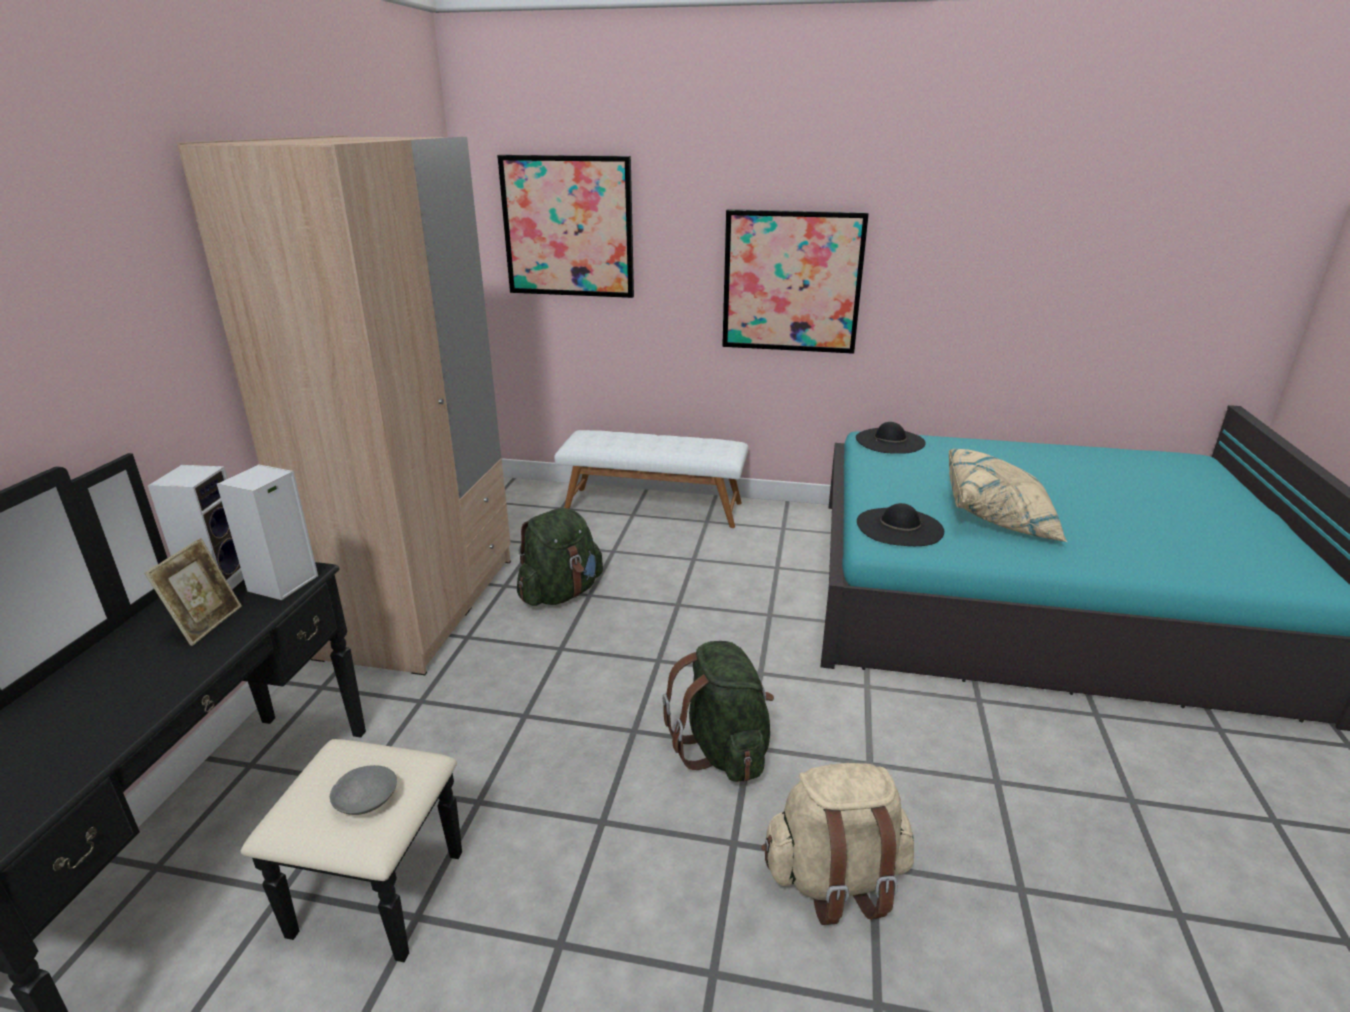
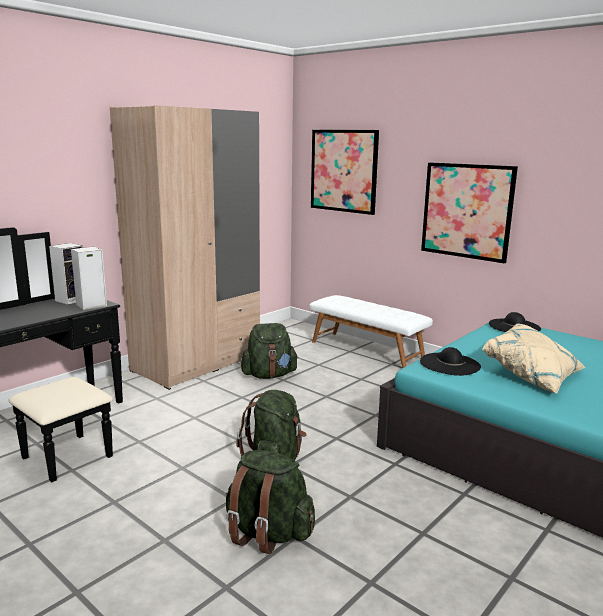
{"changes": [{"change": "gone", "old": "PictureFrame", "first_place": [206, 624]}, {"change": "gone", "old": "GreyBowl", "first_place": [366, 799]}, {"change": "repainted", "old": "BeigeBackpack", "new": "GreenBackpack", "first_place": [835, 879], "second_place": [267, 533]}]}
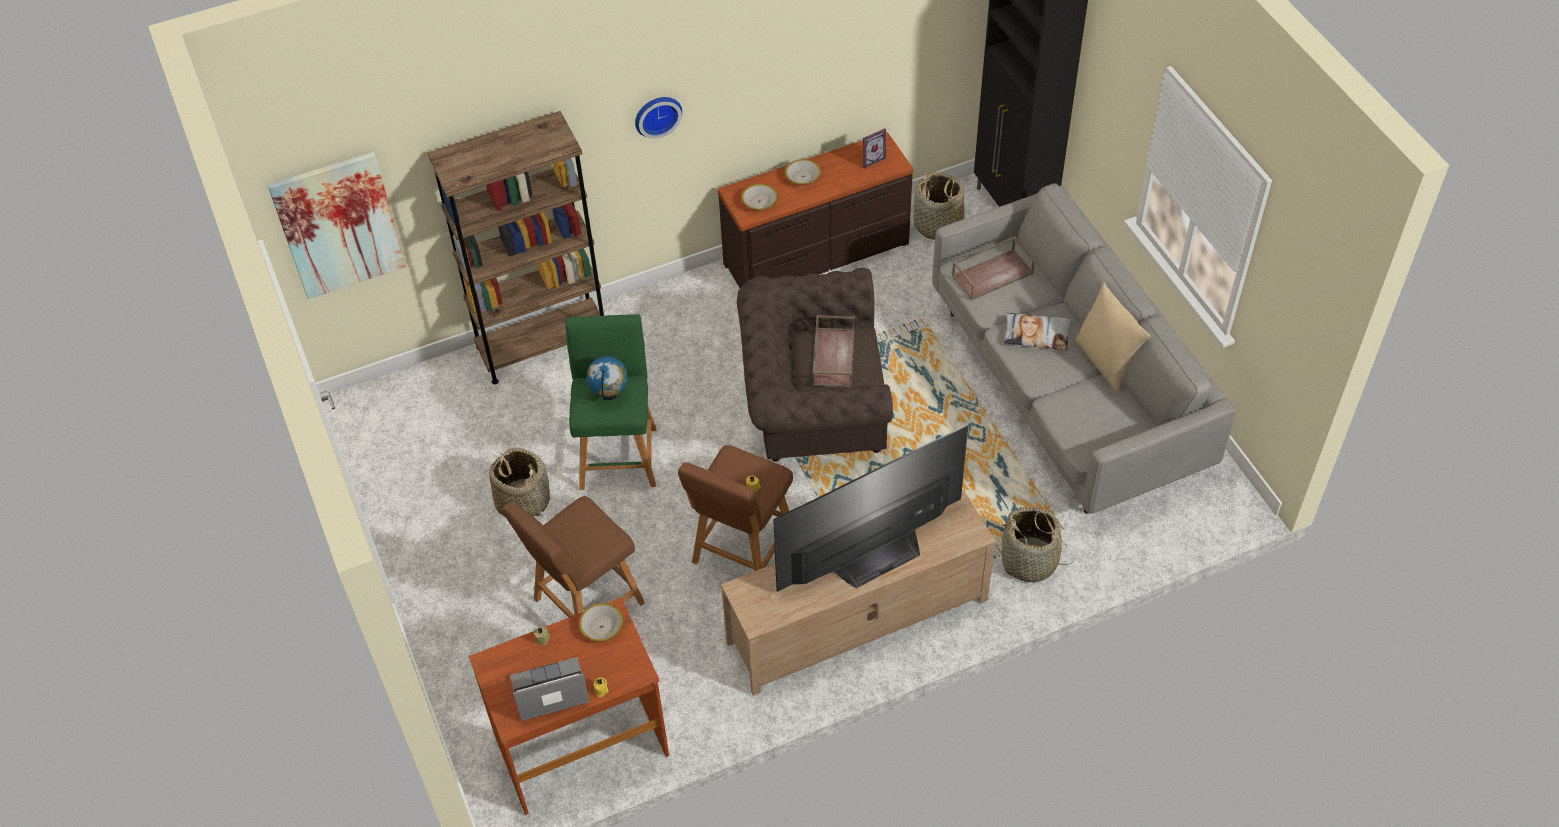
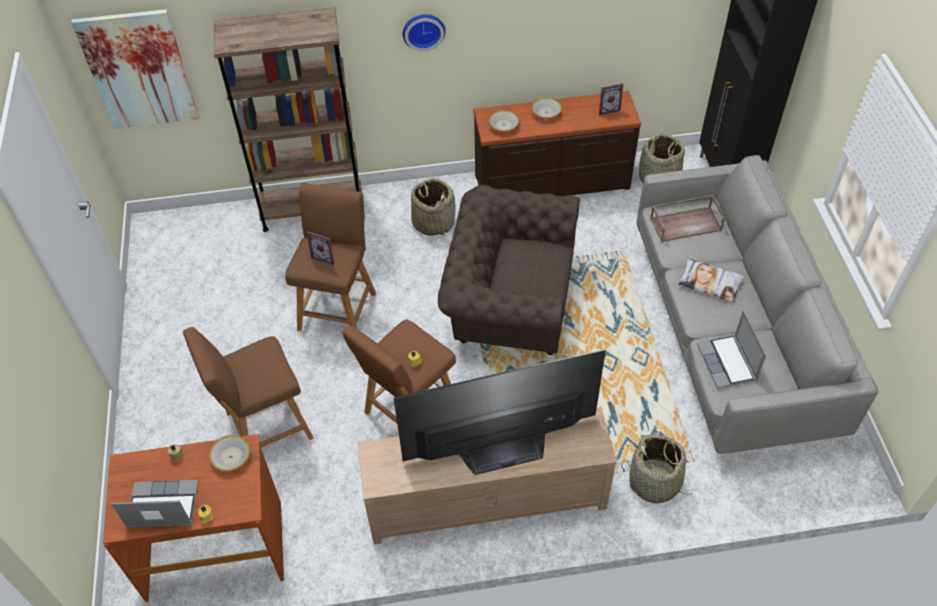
{"changes": [{"change": "gone", "old": "BrownTray", "first_place": [832, 357]}, {"change": "gone", "old": "BeigePillow", "first_place": [1105, 362]}, {"change": "new", "new": "Laptop", "second_place": [727, 363]}, {"change": "shifted", "old": "Basket", "first_place": [522, 500], "second_place": [433, 222]}, {"change": "swapped", "old": "Globe", "new": "PictureFrame", "first_place": [610, 395], "second_place": [325, 256]}, {"change": "repainted", "old": "GreenStool", "new": "BrownStool", "first_place": [618, 454], "second_place": [338, 308]}]}
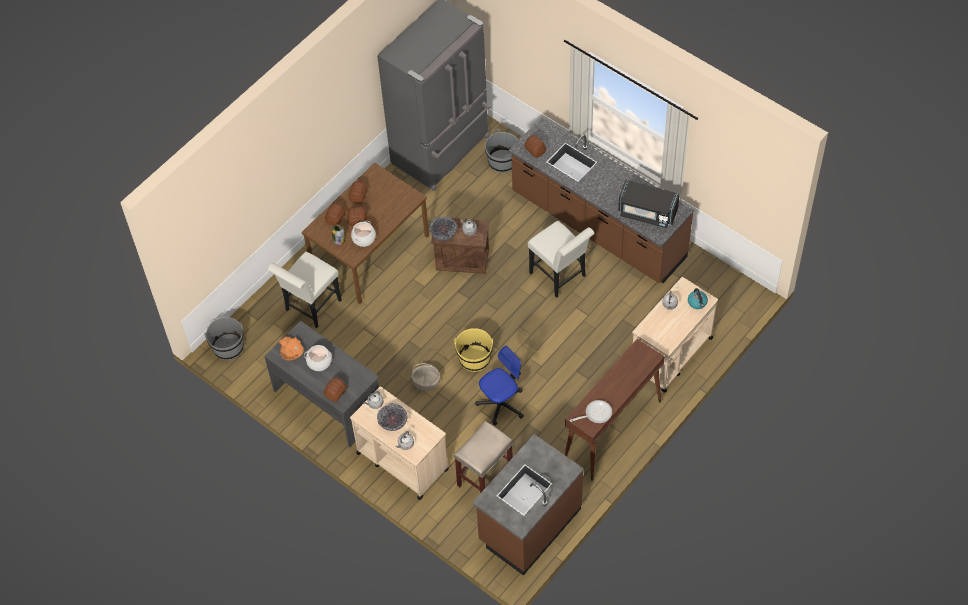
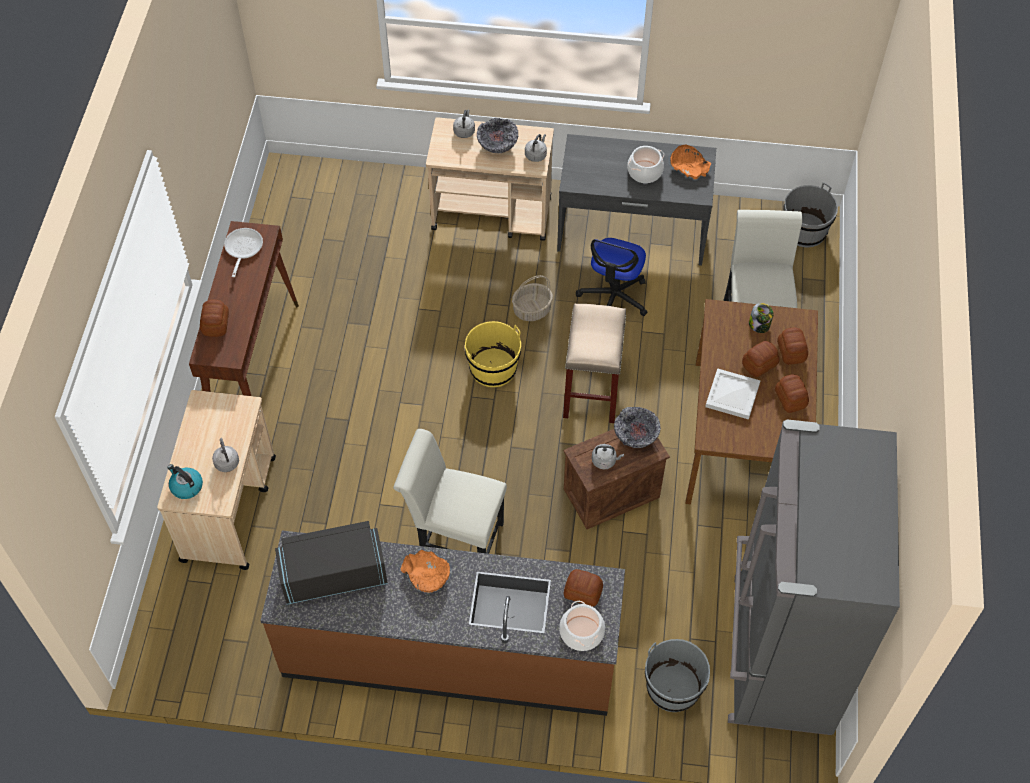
{"changes": [{"change": "gone", "old": "BrownCounter", "first_place": [529, 525]}, {"change": "new", "new": "OrangeBowl", "second_place": [426, 575]}, {"change": "new", "new": "WhiteTray", "second_place": [733, 395]}, {"change": "shifted", "old": "Bread", "first_place": [335, 392], "second_place": [216, 323]}, {"change": "shifted", "old": "CookingPot", "first_place": [363, 238], "second_place": [582, 633]}, {"change": "shifted", "old": "BeigeStool", "first_place": [485, 478], "second_place": [592, 393]}, {"change": "shifted", "old": "OfficeChair", "first_place": [501, 404], "second_place": [614, 297]}, {"change": "rotated", "old": "FryingPan", "first_place": [596, 414], "second_place": [243, 249], "degrees": 150}]}
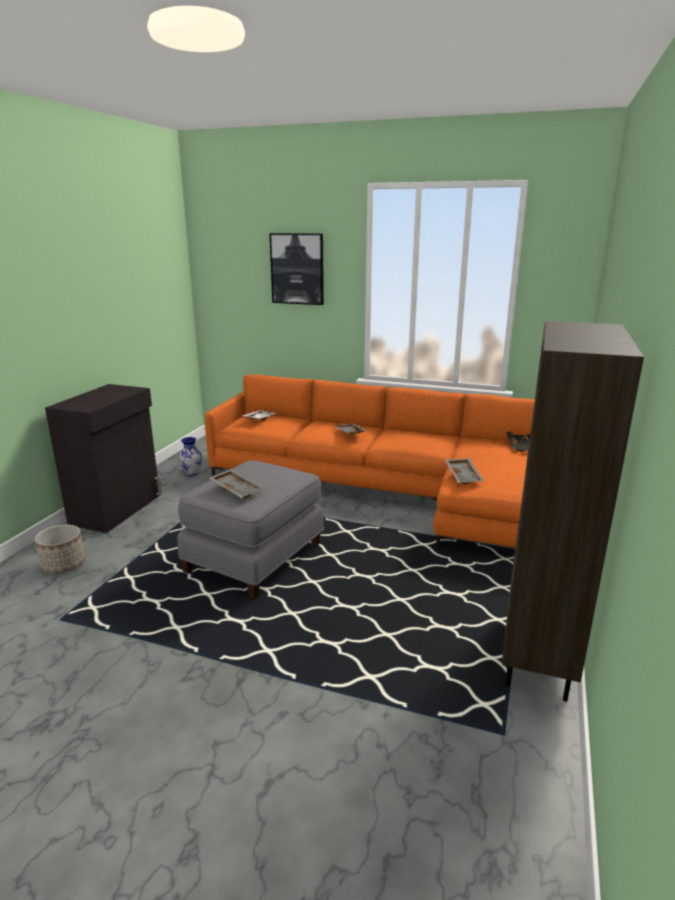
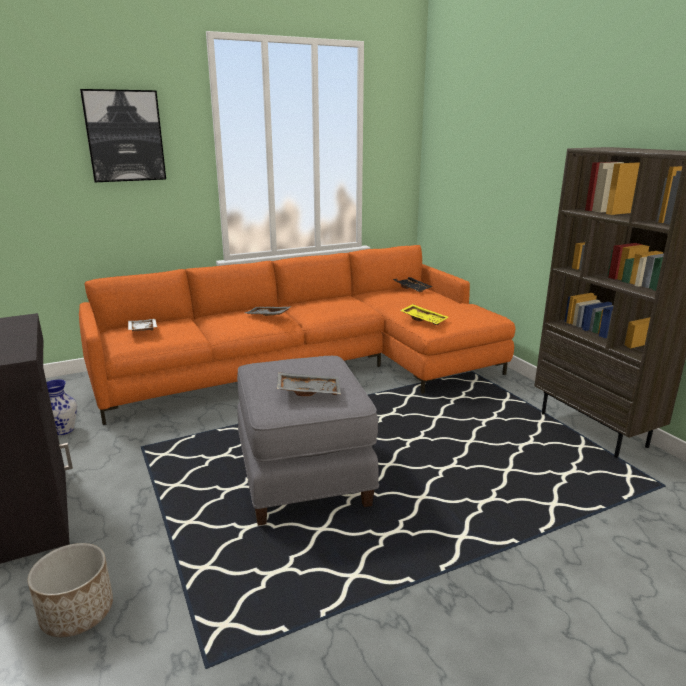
{"changes": [{"change": "repainted", "old": "GreyTray", "new": "YellowTray", "first_place": [464, 476], "second_place": [424, 319]}]}
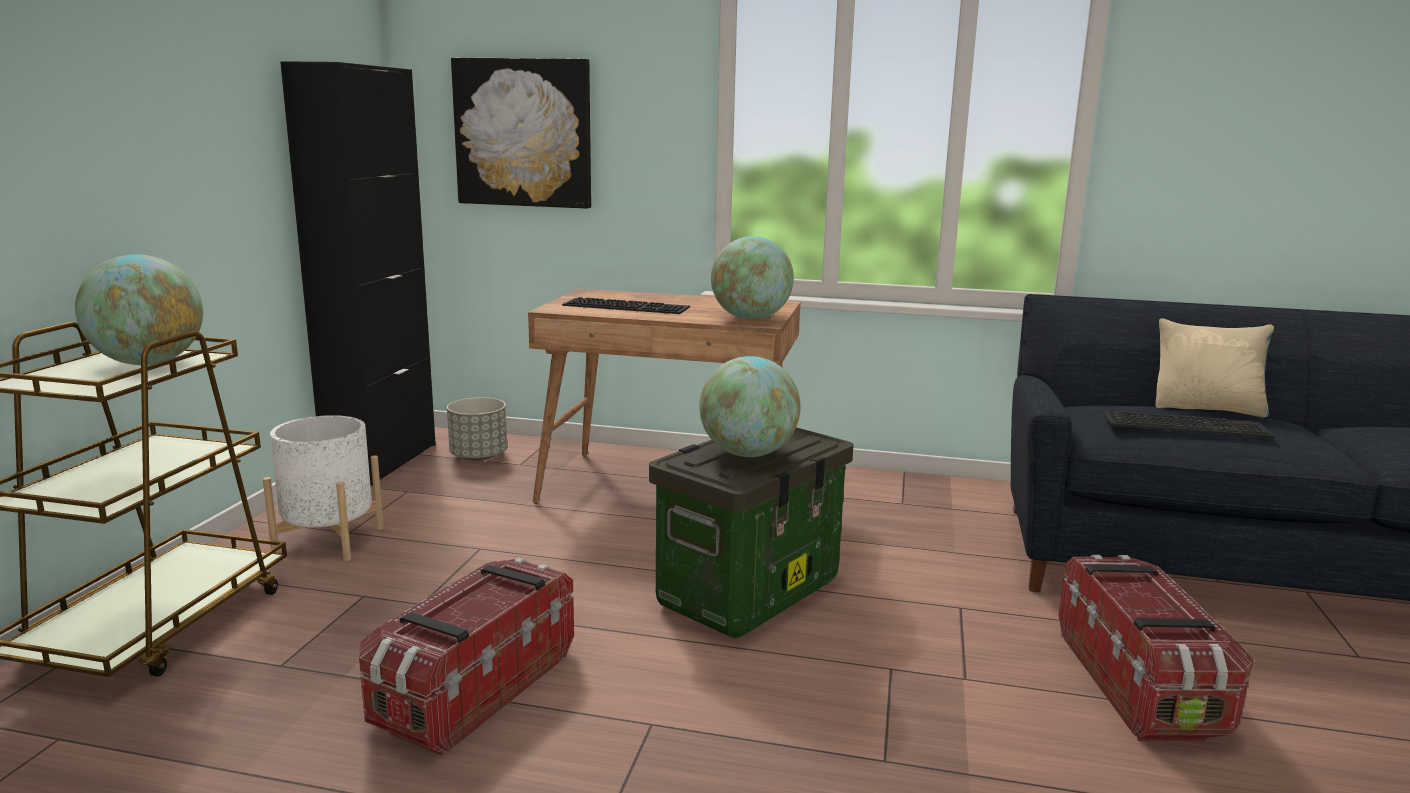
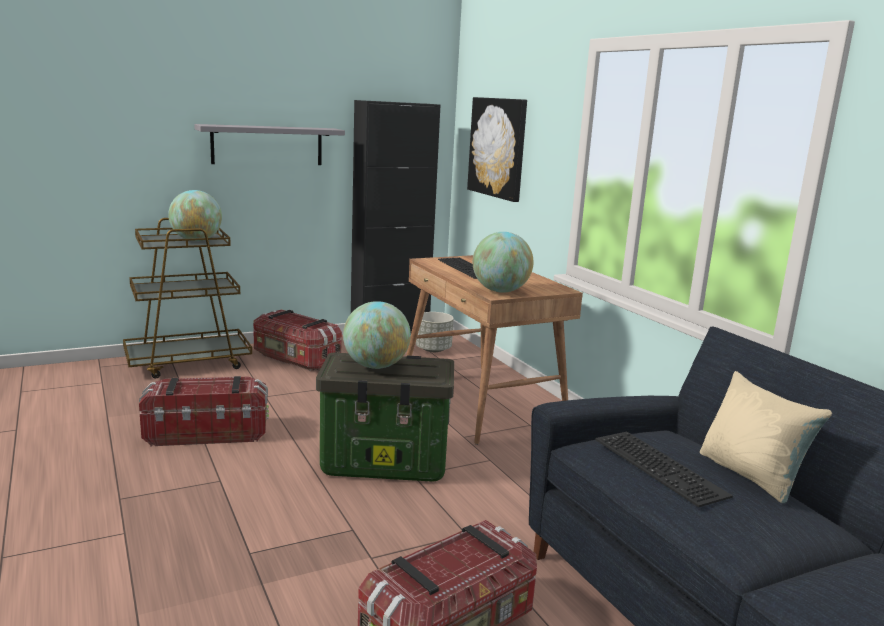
{"changes": [{"change": "new", "new": "GreyShelf", "second_place": [267, 145]}, {"change": "swapped", "old": "WhitePlanter", "new": "StorageBox", "first_place": [329, 541], "second_place": [295, 359]}]}
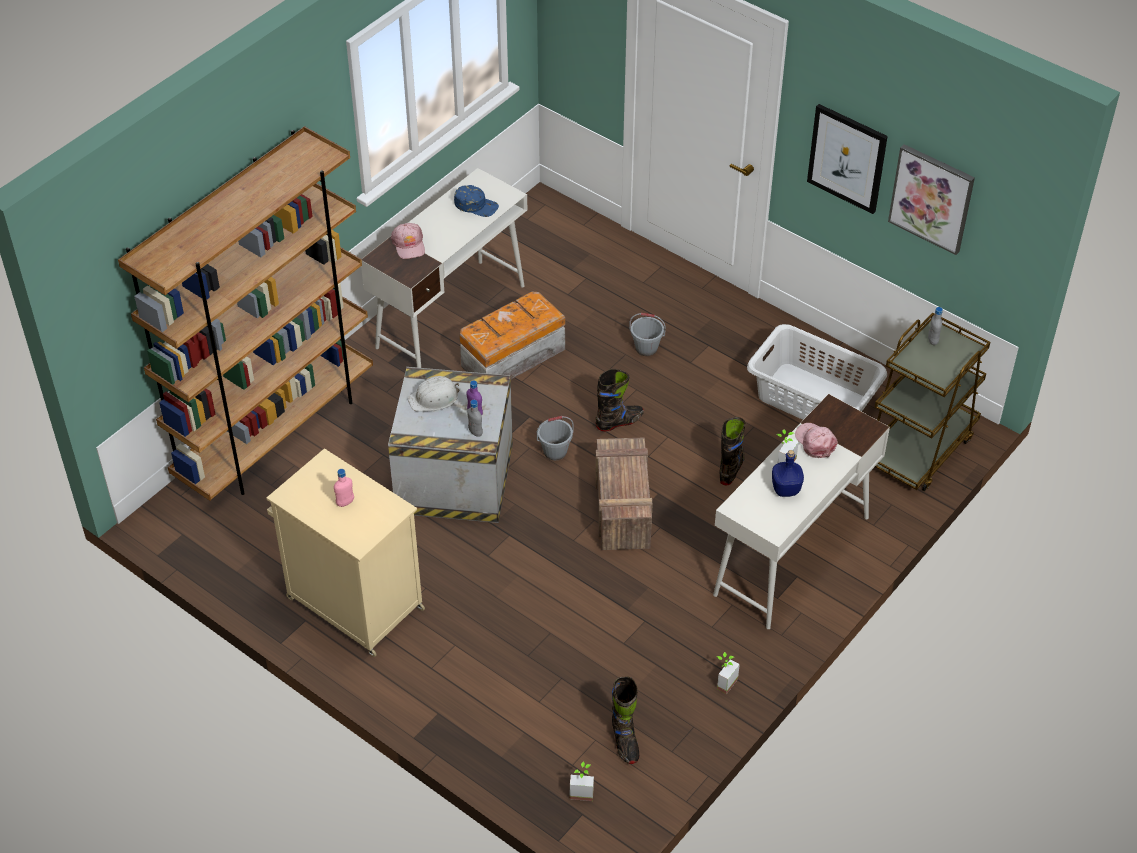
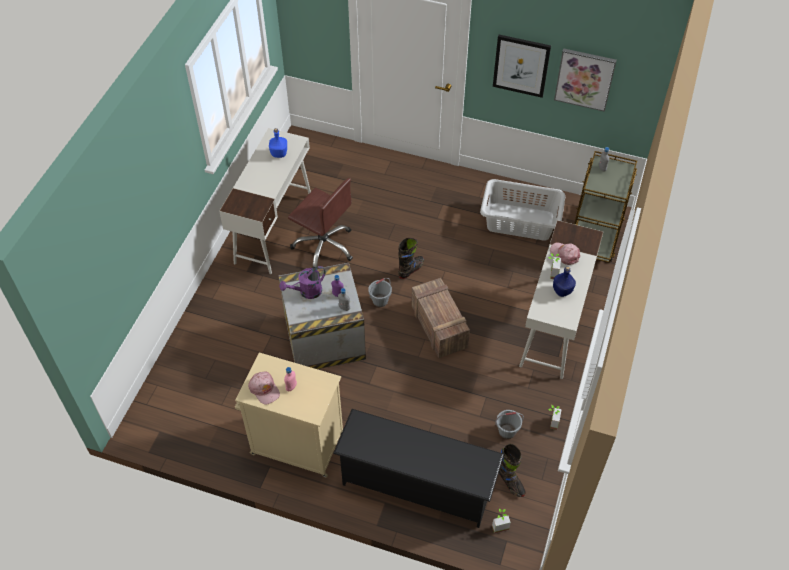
{"changes": [{"change": "gone", "old": "BrownBookcase", "first_place": [276, 432]}, {"change": "gone", "old": "BlackBoot", "first_place": [731, 468]}, {"change": "new", "new": "BlackShoeRack", "second_place": [417, 485]}, {"change": "shifted", "old": "PinkCap", "first_place": [409, 245], "second_place": [264, 389]}, {"change": "shifted", "old": "GreyBucket", "first_place": [646, 348], "second_place": [507, 431]}, {"change": "swapped", "old": "WhiteHardHat", "new": "PurpleWateringCan", "first_place": [434, 398], "second_place": [307, 292]}, {"change": "swapped", "old": "BlueCap", "new": "BlueBottle", "first_place": [476, 205], "second_place": [279, 153]}, {"change": "swapped", "old": "StorageBox", "new": "BrownOfficeChair", "first_place": [510, 357], "second_place": [324, 246]}]}
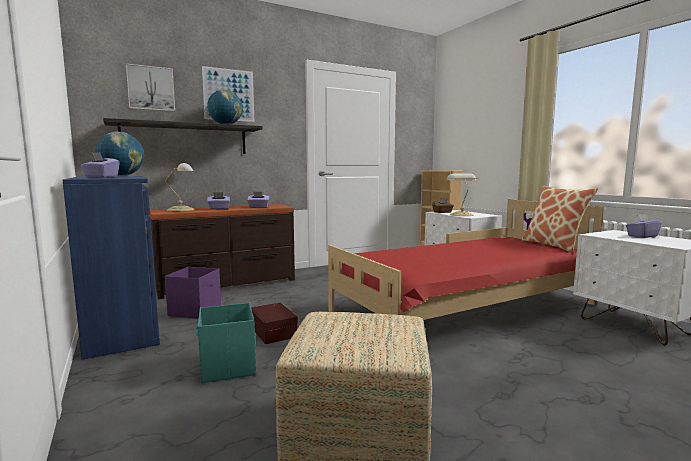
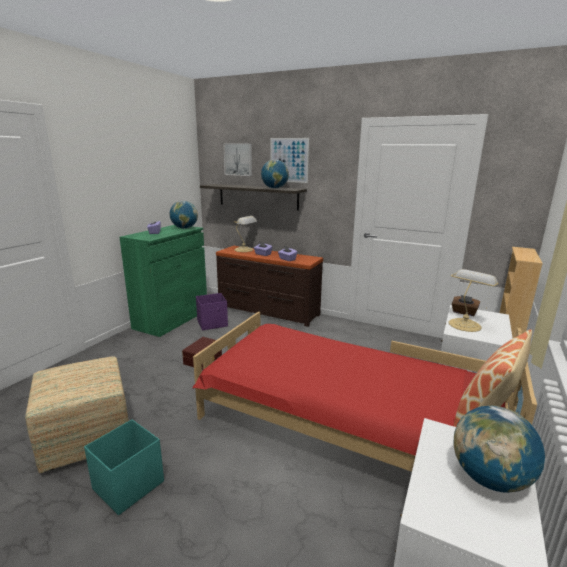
{"changes": [{"change": "shifted", "old": "TurquoiseStorageBox", "first_place": [227, 367], "second_place": [127, 486]}, {"change": "swapped", "old": "PurpleTissueBox", "new": "Globe", "first_place": [642, 236], "second_place": [489, 478]}, {"change": "repainted", "old": "BlueCabinet", "new": "GreenCabinet", "first_place": [122, 328], "second_place": [171, 319]}]}
